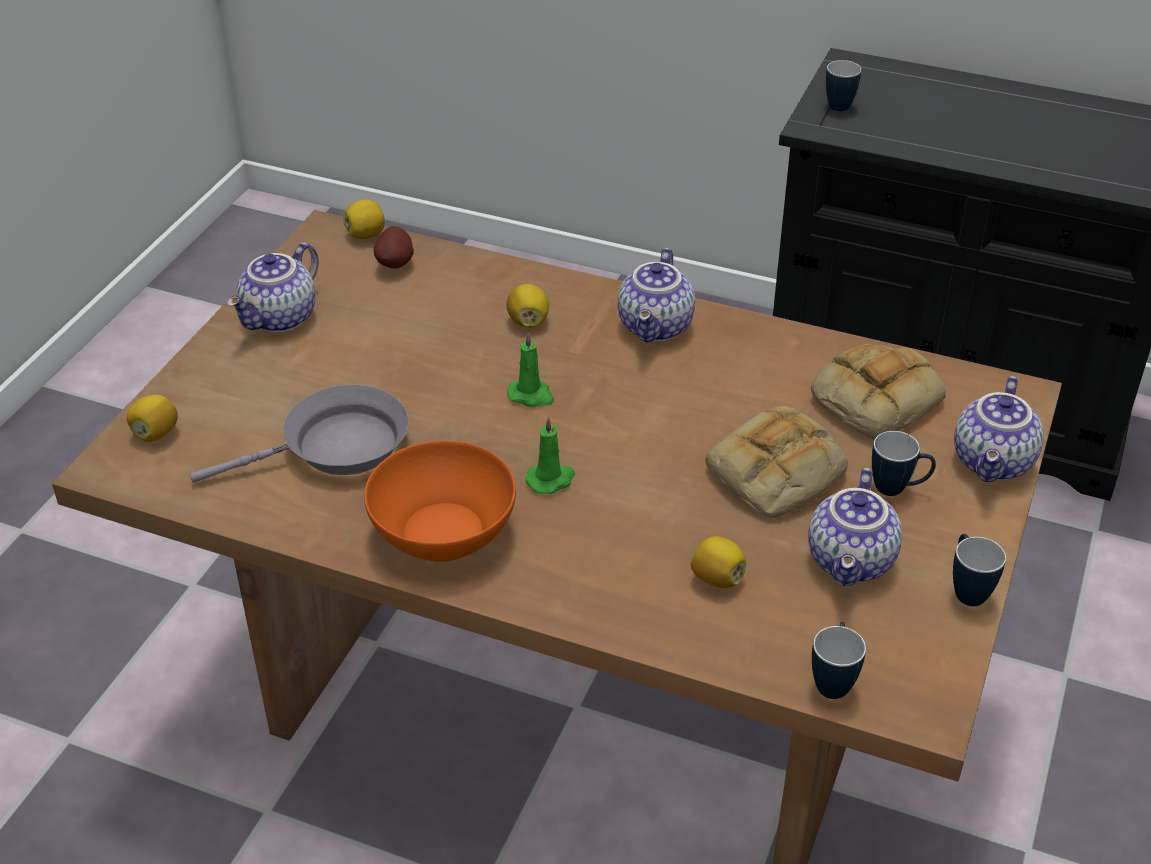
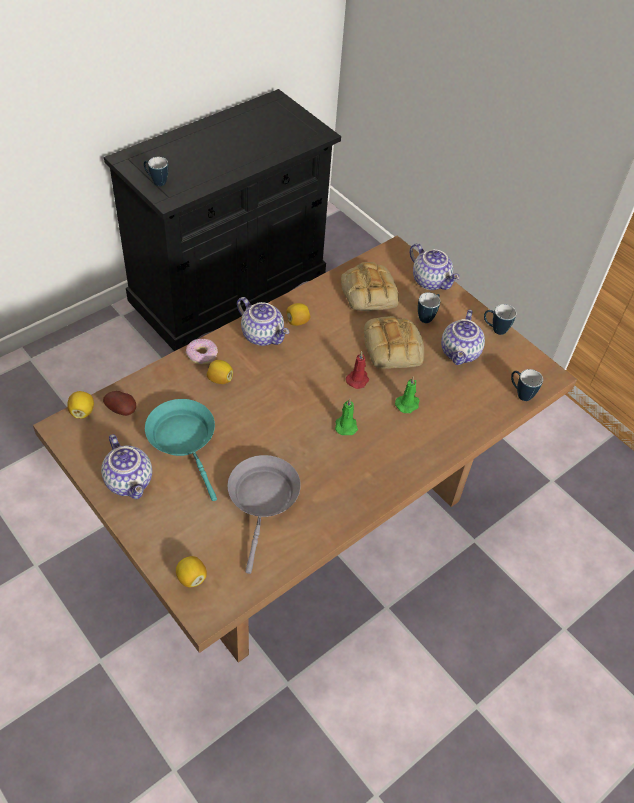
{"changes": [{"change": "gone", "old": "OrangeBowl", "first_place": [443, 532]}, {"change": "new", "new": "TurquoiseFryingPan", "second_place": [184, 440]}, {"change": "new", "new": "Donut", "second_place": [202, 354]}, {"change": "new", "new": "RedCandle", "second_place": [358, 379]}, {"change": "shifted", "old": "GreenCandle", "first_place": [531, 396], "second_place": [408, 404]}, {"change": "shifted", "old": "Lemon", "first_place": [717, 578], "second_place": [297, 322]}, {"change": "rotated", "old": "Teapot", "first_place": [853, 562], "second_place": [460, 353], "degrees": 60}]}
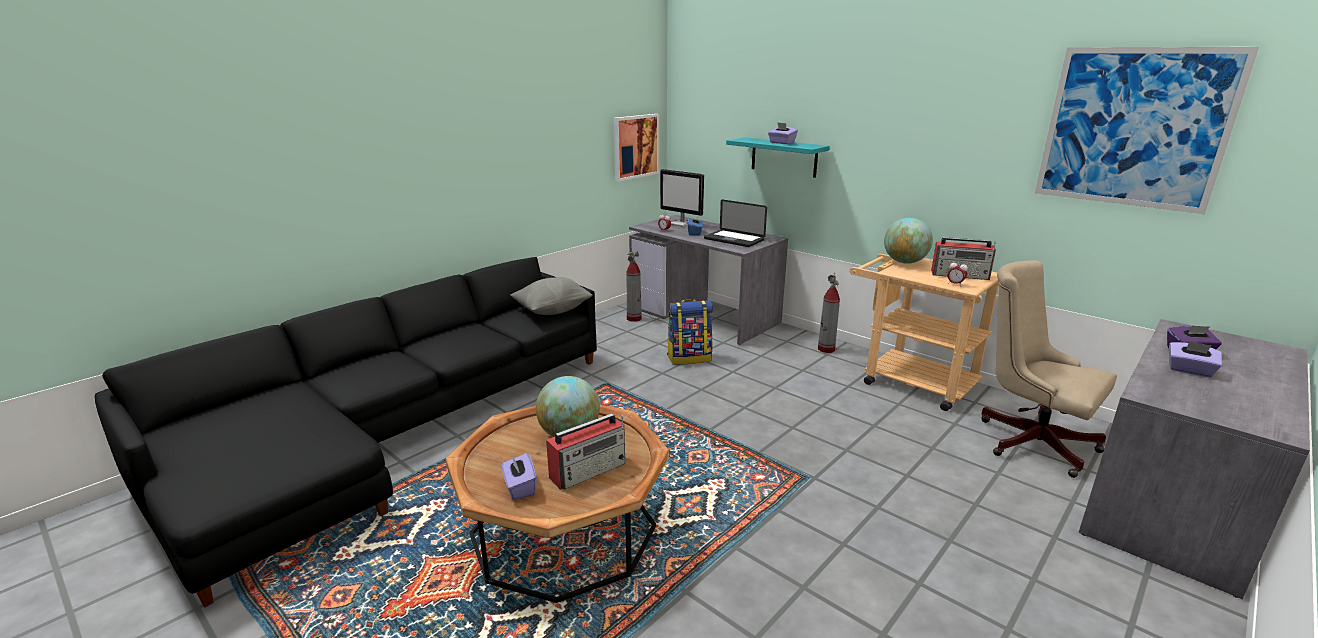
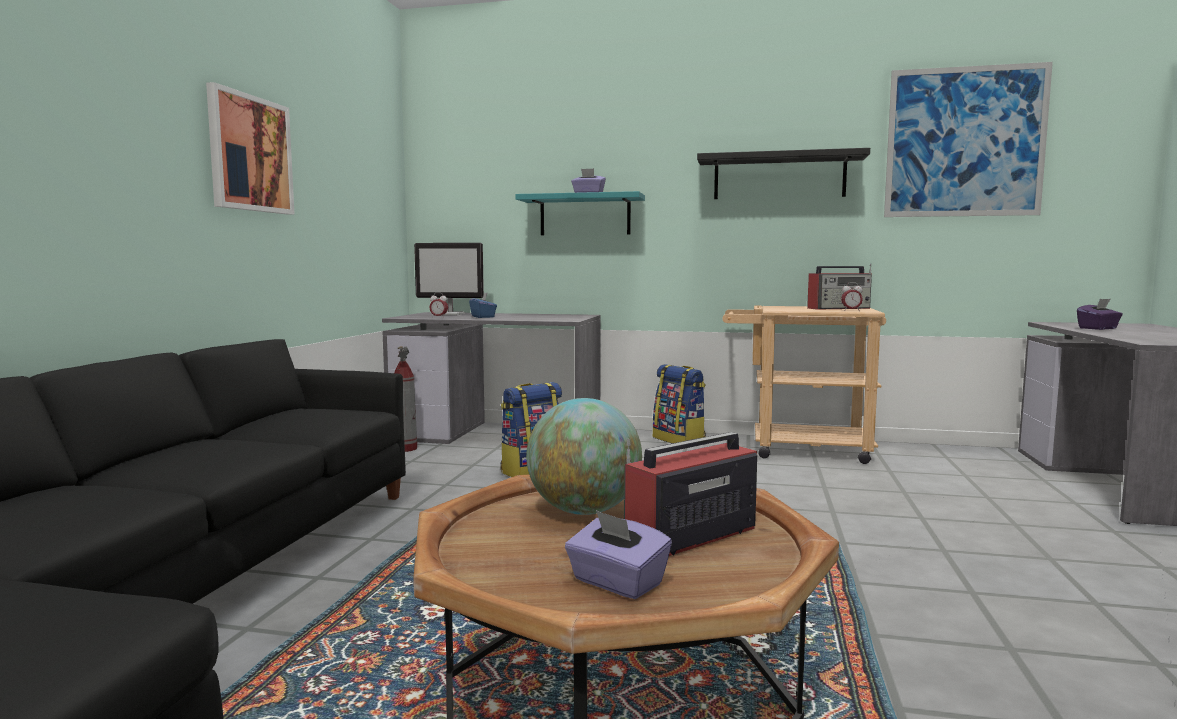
{"changes": [{"change": "gone", "old": "GreyPillow", "first_place": [553, 311]}, {"change": "gone", "old": "Laptop", "first_place": [734, 239]}, {"change": "gone", "old": "Globe", "first_place": [904, 262]}, {"change": "gone", "old": "BeigeOfficeChair", "first_place": [1029, 440]}, {"change": "gone", "old": "PurpleTissueBox", "first_place": [1189, 370]}, {"change": "new", "new": "BlackShelf", "second_place": [779, 177]}, {"change": "shifted", "old": "Picture", "first_place": [635, 146], "second_place": [250, 154]}, {"change": "swapped", "old": "FireExtinguisher", "new": "Backpack", "first_place": [826, 349], "second_place": [679, 440]}, {"change": "rotated", "old": "Radio", "first_place": [589, 470], "second_place": [689, 537], "degrees": -150}]}
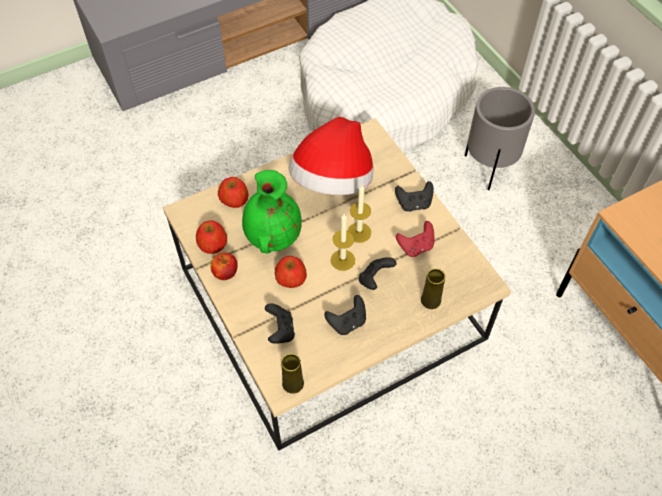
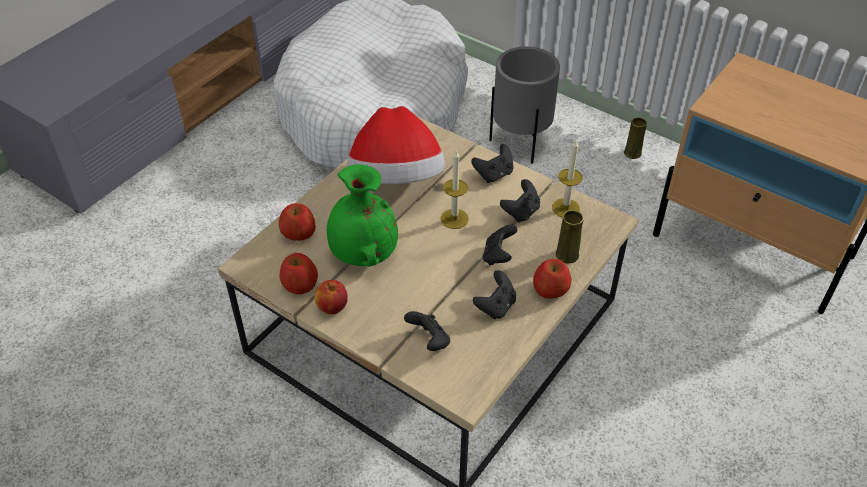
{"changes": [{"change": "shifted", "old": "Apple", "first_place": [291, 278], "second_place": [550, 289]}, {"change": "shifted", "old": "YellowVase", "first_place": [293, 383], "second_place": [632, 153]}, {"change": "shifted", "old": "Candle", "first_place": [342, 260], "second_place": [565, 208]}, {"change": "repainted", "old": "RedGameController", "new": "BlackGameController", "first_place": [416, 247], "second_place": [521, 212]}]}
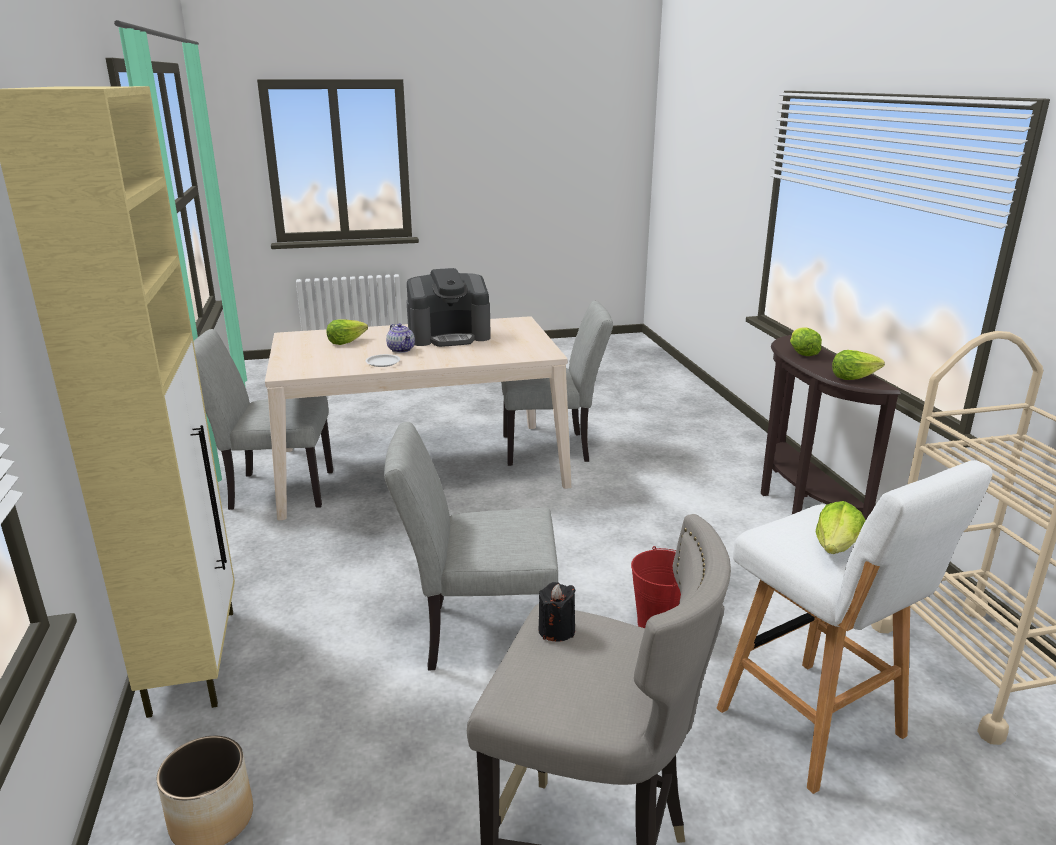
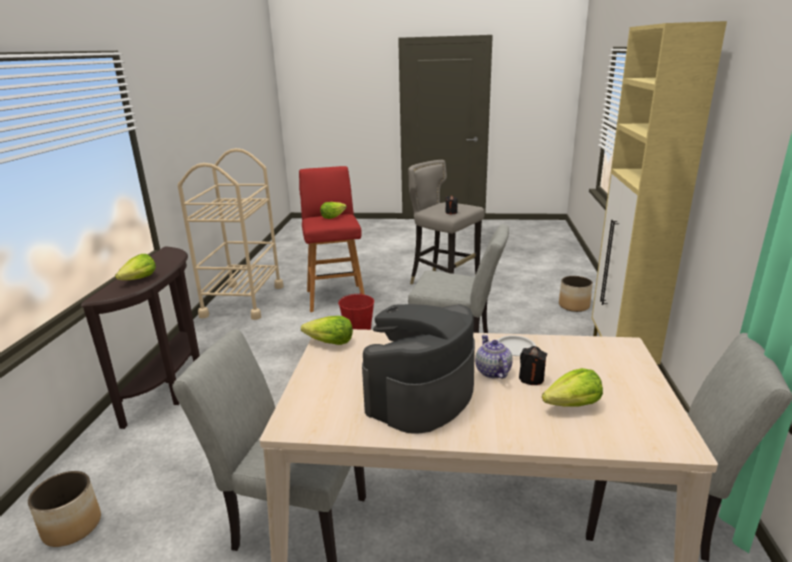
{"changes": [{"change": "new", "new": "Planter", "second_place": [72, 526]}, {"change": "new", "new": "BlackCandle", "second_place": [531, 378]}, {"change": "shifted", "old": "Lettuce", "first_place": [853, 377], "second_place": [329, 343]}, {"change": "repainted", "old": "WhiteStool", "new": "RedStool", "first_place": [815, 726], "second_place": [335, 297]}, {"change": "rotated", "old": "CoffeeMachine", "first_place": [449, 336], "second_place": [420, 395], "degrees": -60}]}
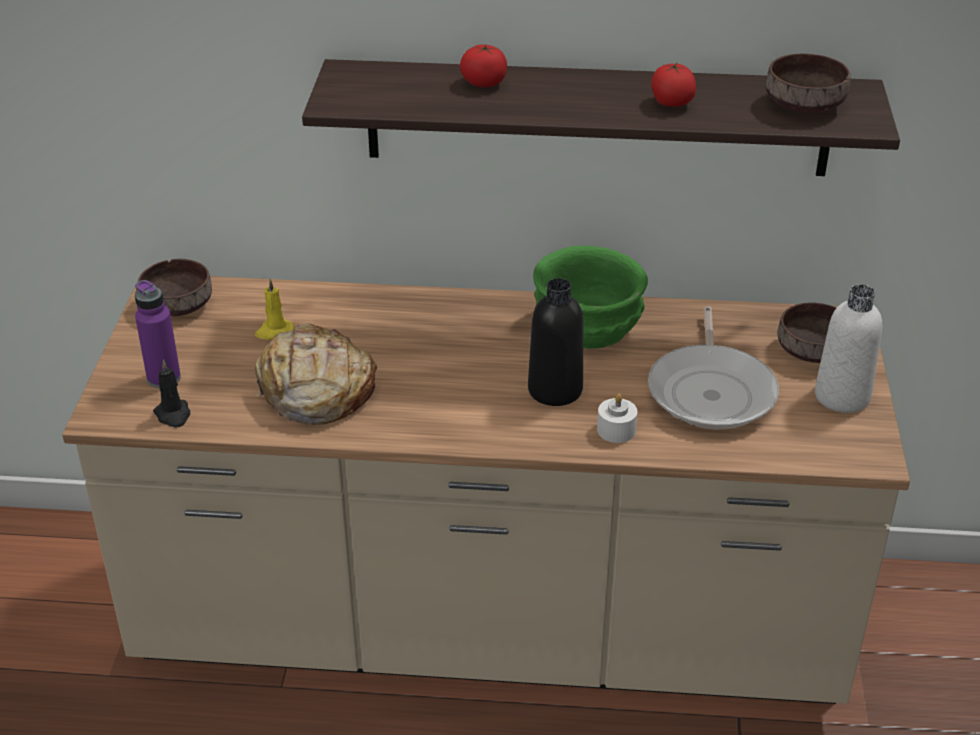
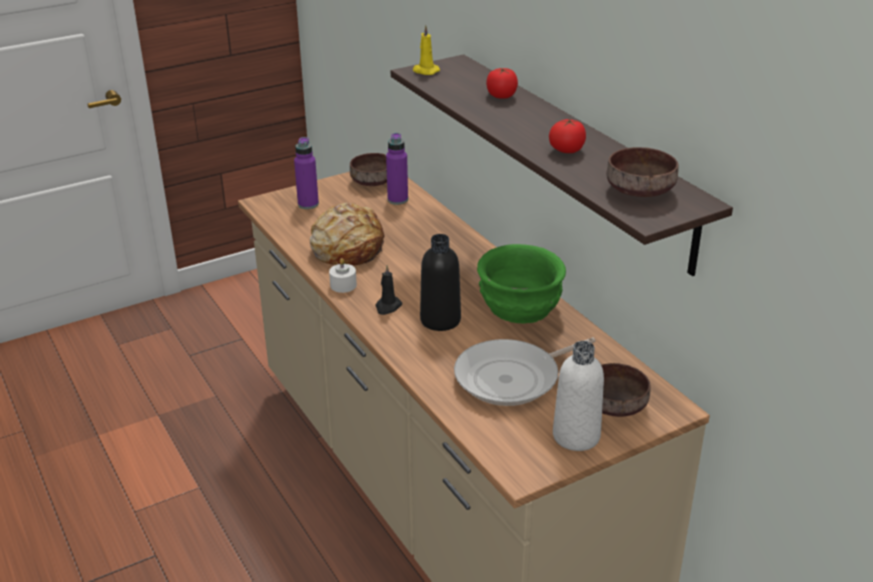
{"changes": [{"change": "new", "new": "PurpleBottle", "second_place": [397, 200]}, {"change": "shifted", "old": "BlackCandle", "first_place": [173, 415], "second_place": [387, 307]}, {"change": "shifted", "old": "YellowCandle", "first_place": [274, 331], "second_place": [425, 71]}, {"change": "shifted", "old": "WhiteCandle", "first_place": [616, 430], "second_place": [343, 285]}]}
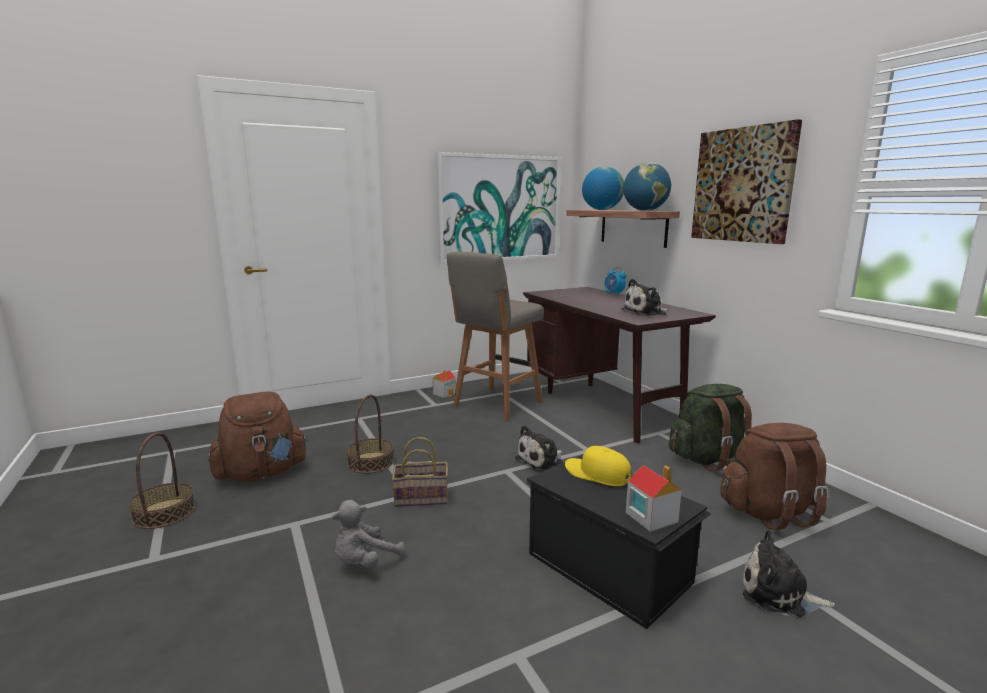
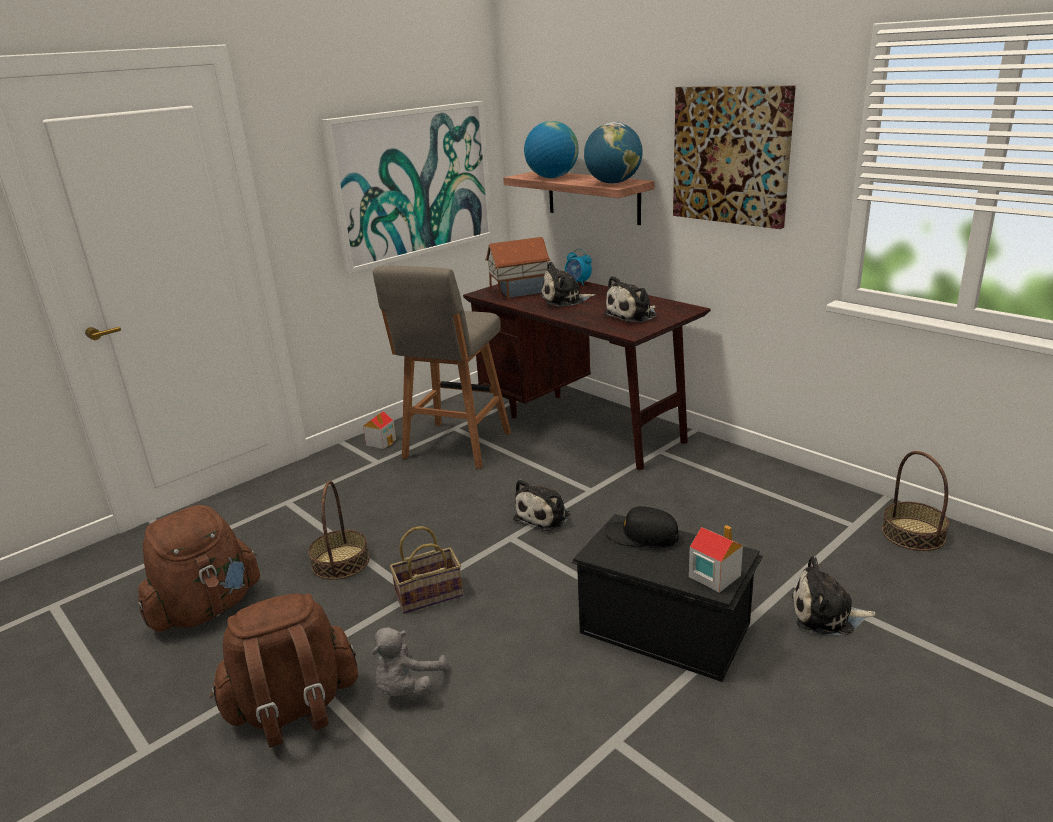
{"changes": [{"change": "gone", "old": "GreenBackpack", "first_place": [708, 459]}, {"change": "new", "new": "ToyHouse", "second_place": [518, 291]}, {"change": "new", "new": "PlushToy", "second_place": [565, 300]}, {"change": "shifted", "old": "Basket", "first_place": [164, 513], "second_place": [912, 534]}, {"change": "shifted", "old": "BrownBackpack", "first_place": [770, 512], "second_place": [294, 708]}, {"change": "repainted", "old": "YellowCap", "new": "BlackCap", "first_place": [597, 474], "second_place": [642, 536]}]}
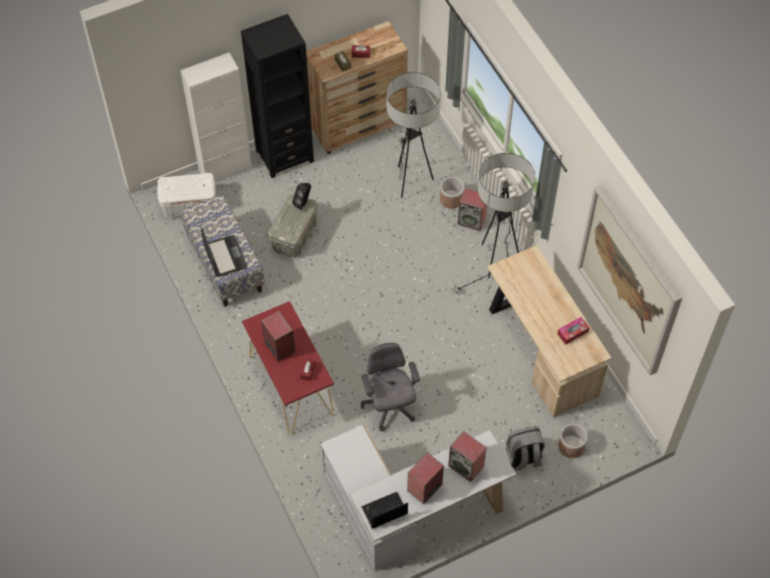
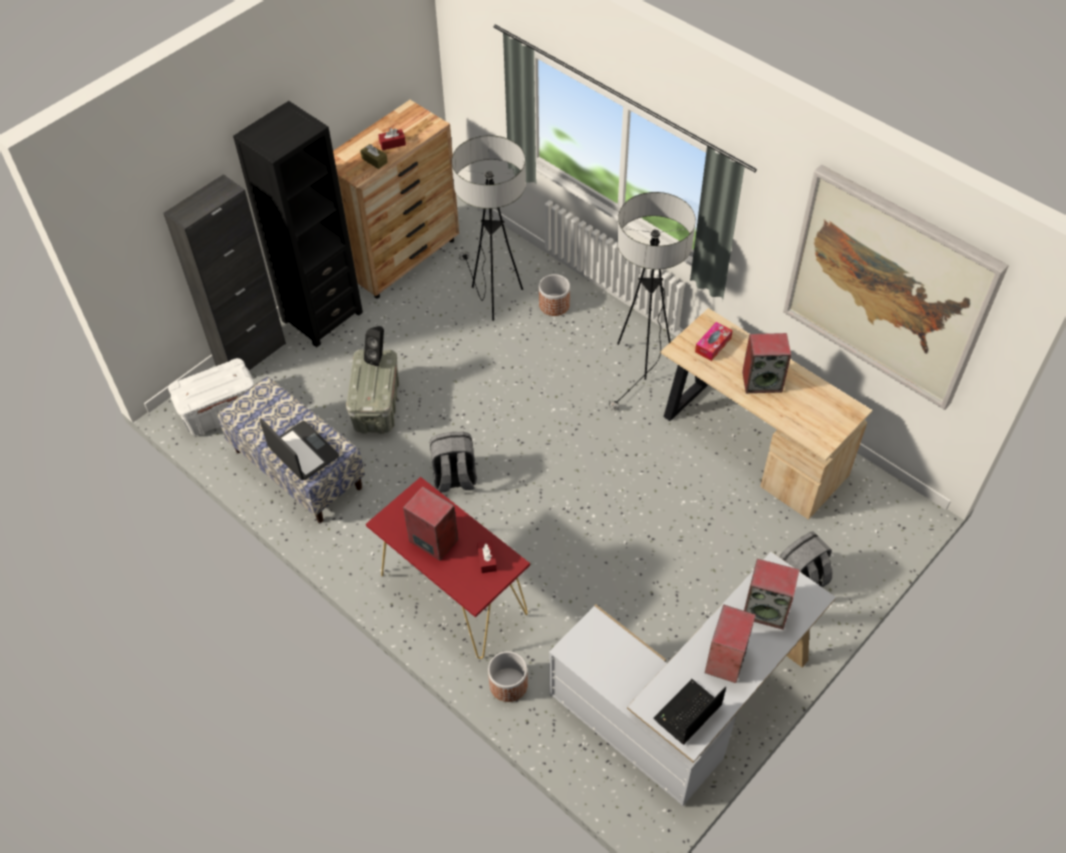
{"changes": [{"change": "gone", "old": "GreyOfficeChair", "first_place": [389, 407]}, {"change": "new", "new": "GreyBackpack", "second_place": [454, 479]}, {"change": "shifted", "old": "Speaker", "first_place": [472, 220], "second_place": [762, 381]}, {"change": "shifted", "old": "TissueBox", "first_place": [572, 333], "second_place": [713, 345]}, {"change": "shifted", "old": "Planter", "first_place": [571, 446], "second_place": [508, 684]}, {"change": "repainted", "old": "WhiteCabinet", "new": "BlackCabinet", "first_place": [225, 169], "second_place": [251, 355]}]}
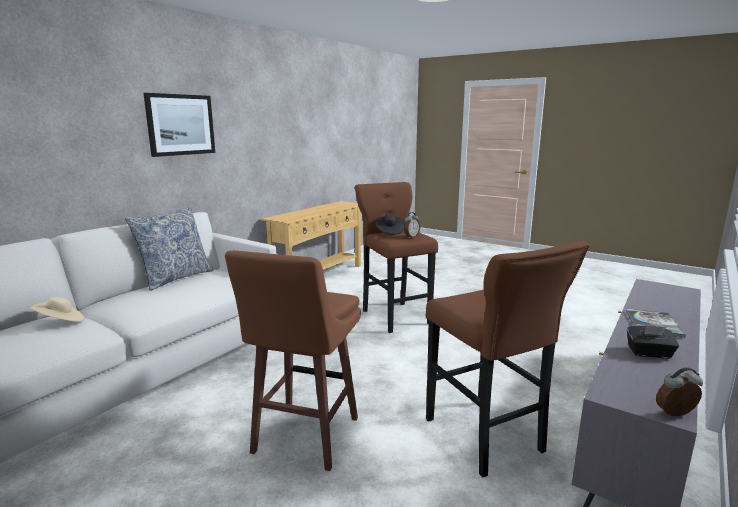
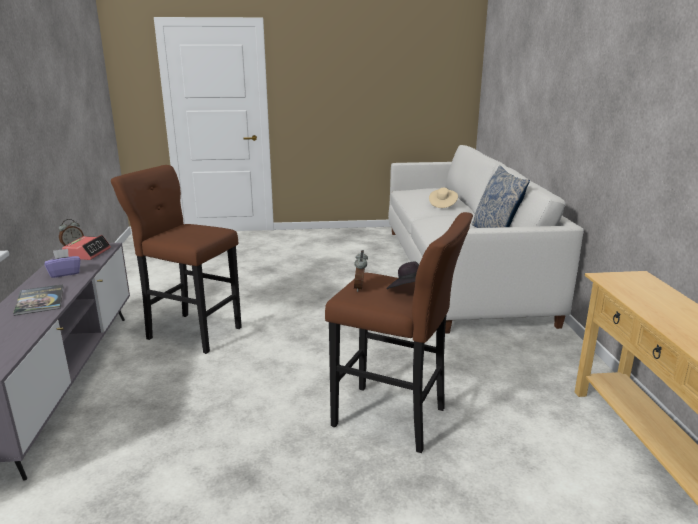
{"changes": [{"change": "gone", "old": "Picture", "first_place": [180, 125]}, {"change": "gone", "old": "BrownStool", "first_place": [304, 437]}, {"change": "new", "new": "AlarmClock", "second_place": [88, 253]}, {"change": "repainted", "old": "BlackTissueBox", "new": "PurpleTissueBox", "first_place": [649, 353], "second_place": [65, 273]}]}
